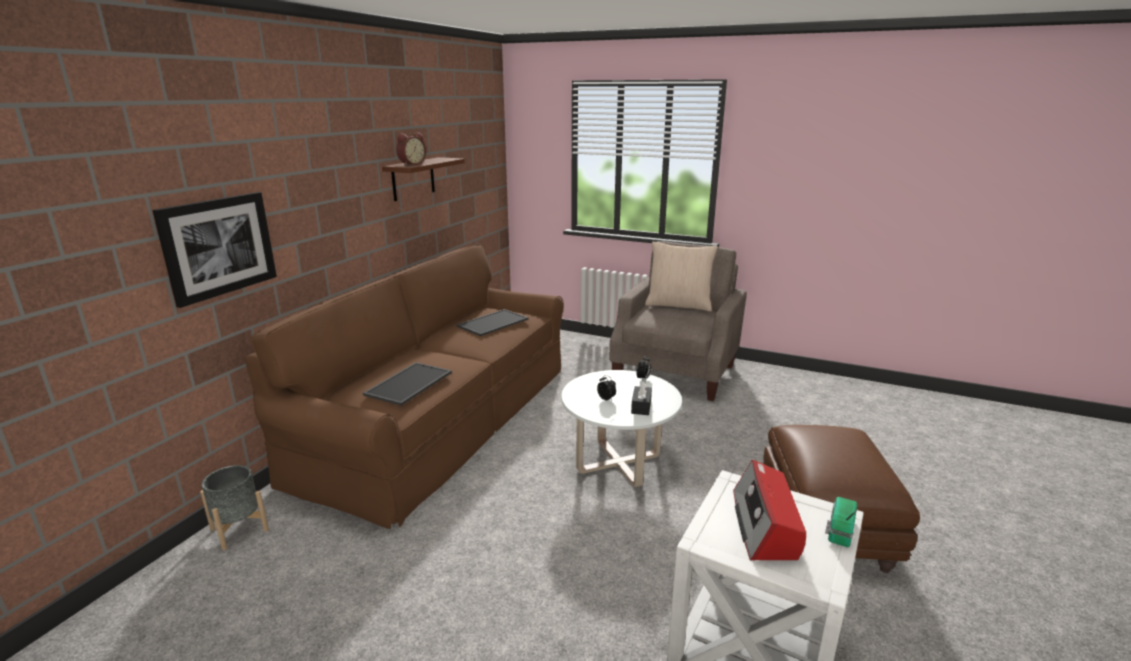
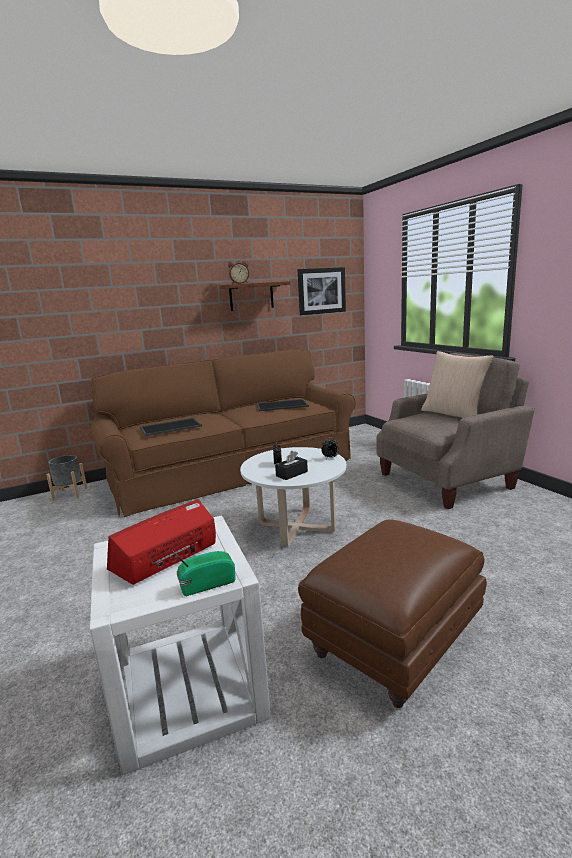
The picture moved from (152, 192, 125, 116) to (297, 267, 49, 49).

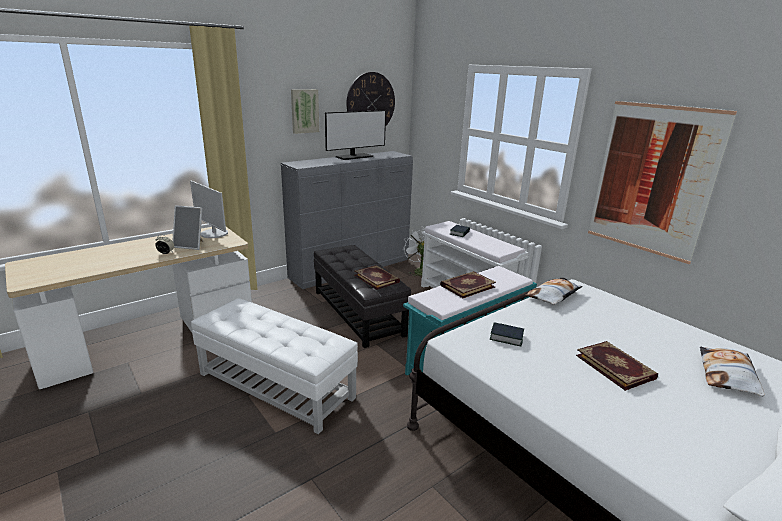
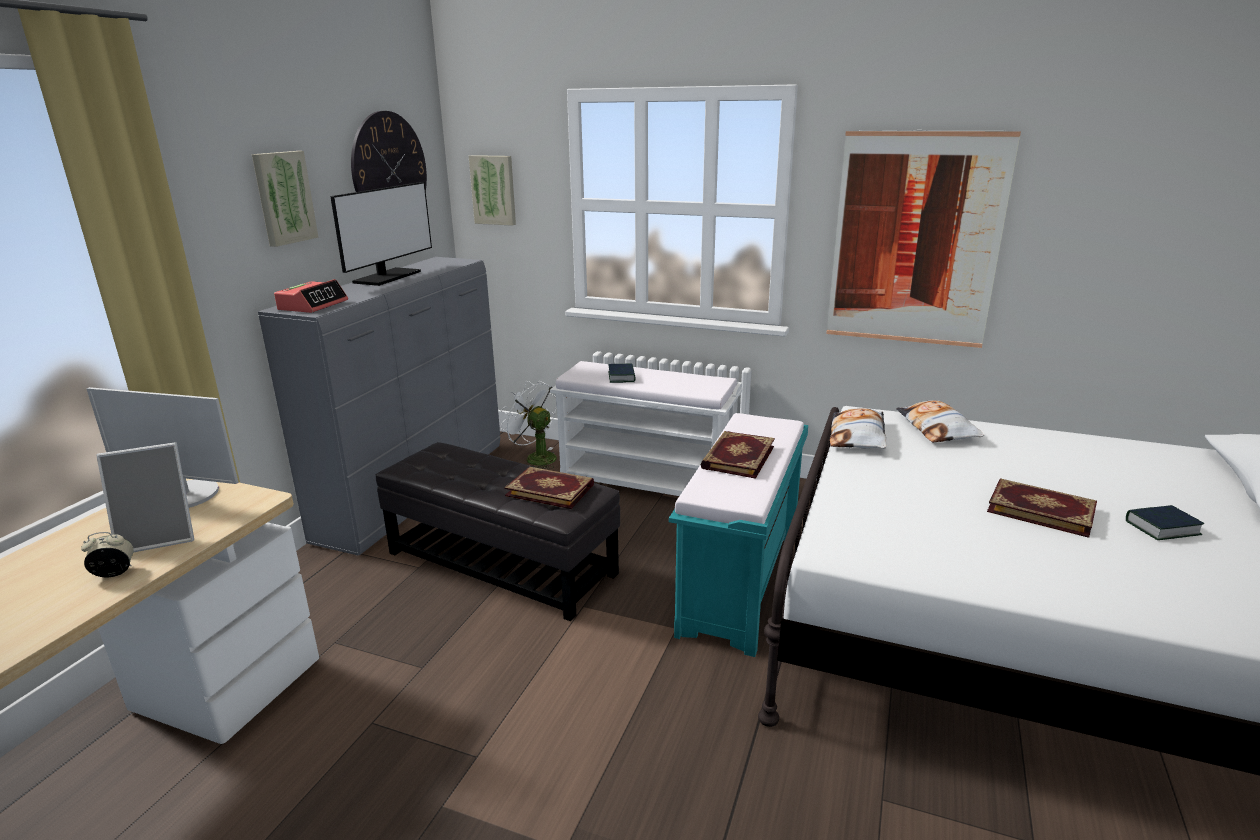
The white ottoman at (191, 298, 167, 136) disappeared.
The alarm clock at (274, 279, 74, 34) appeared.
The picture at (469, 155, 47, 71) appeared.
The book moved from (490, 322, 34, 24) to (1126, 505, 78, 35).
The pillow moved from (700, 347, 65, 49) to (896, 400, 88, 42).

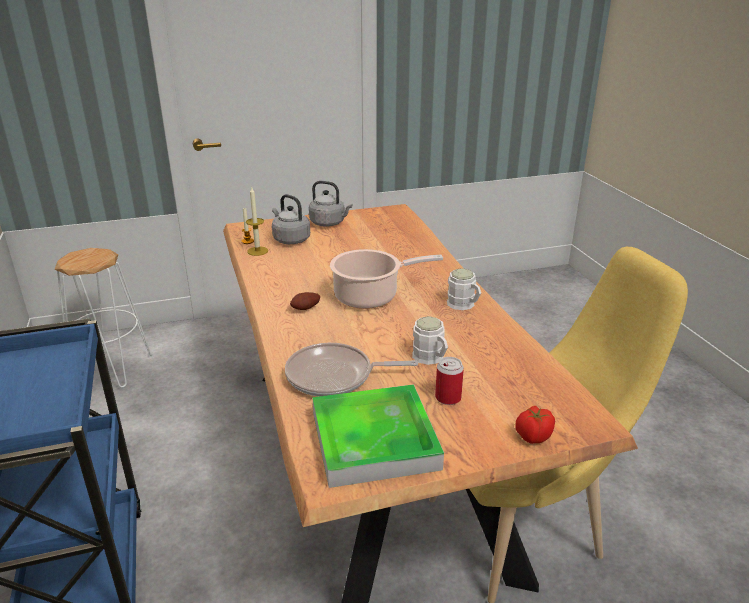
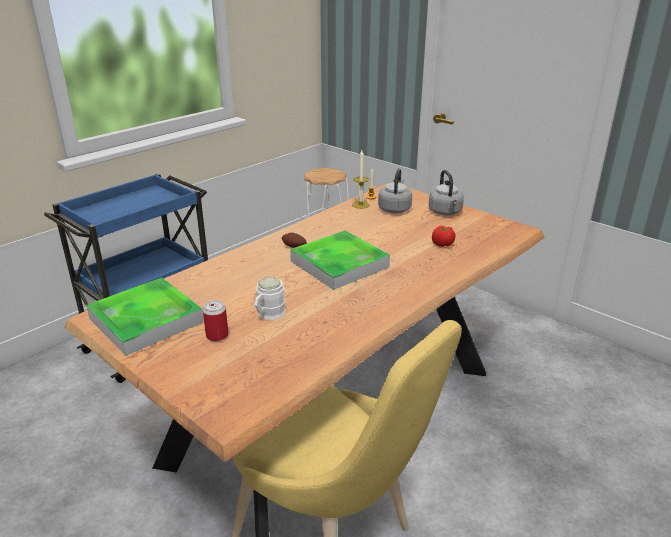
The frying pan at (285, 343, 133, 54) disappeared.
The white mug at (447, 268, 34, 42) disappeared.
The tomato moved from (516, 406, 39, 38) to (432, 226, 24, 21).
The cooking pot at (330, 249, 113, 60) was replaced by the tray at (290, 231, 100, 59).

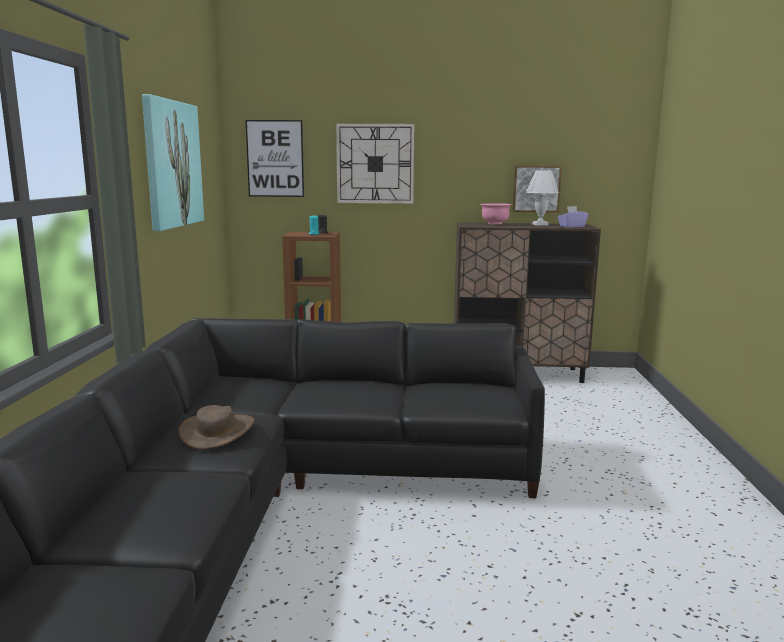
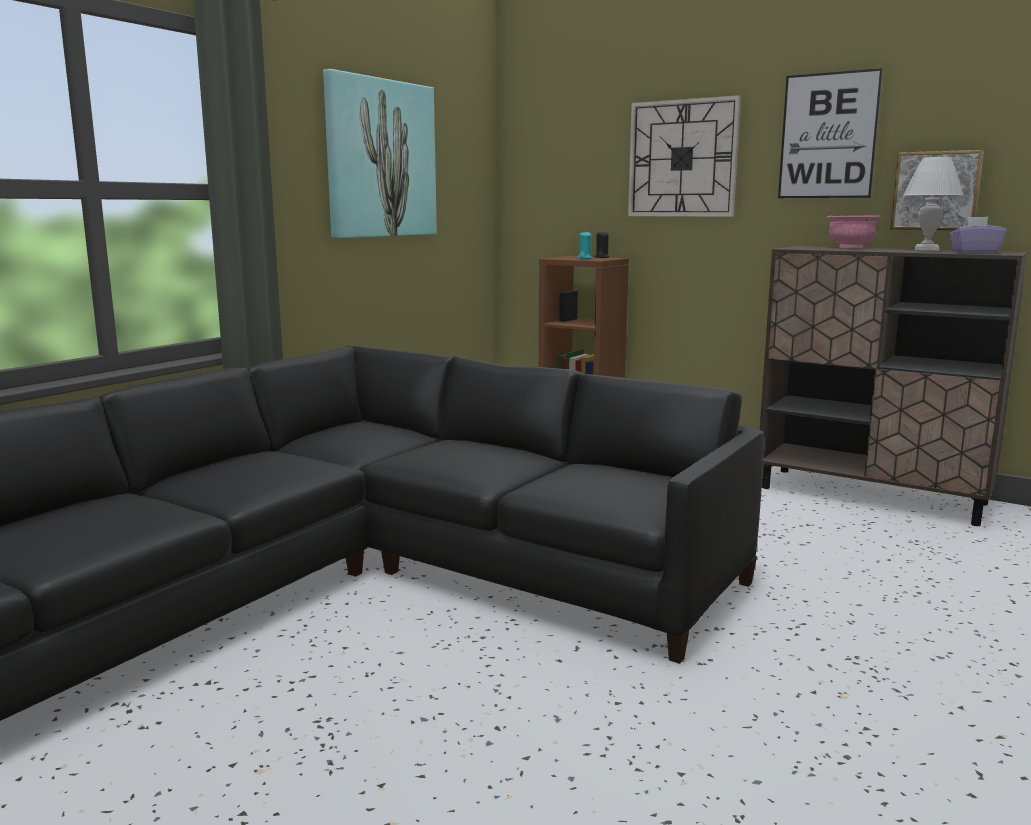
The brown hat at (178, 405, 77, 45) disappeared.
The picture moved from (246, 120, 58, 77) to (778, 68, 105, 130).

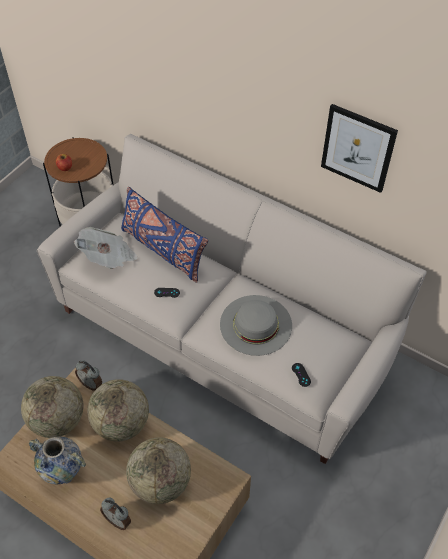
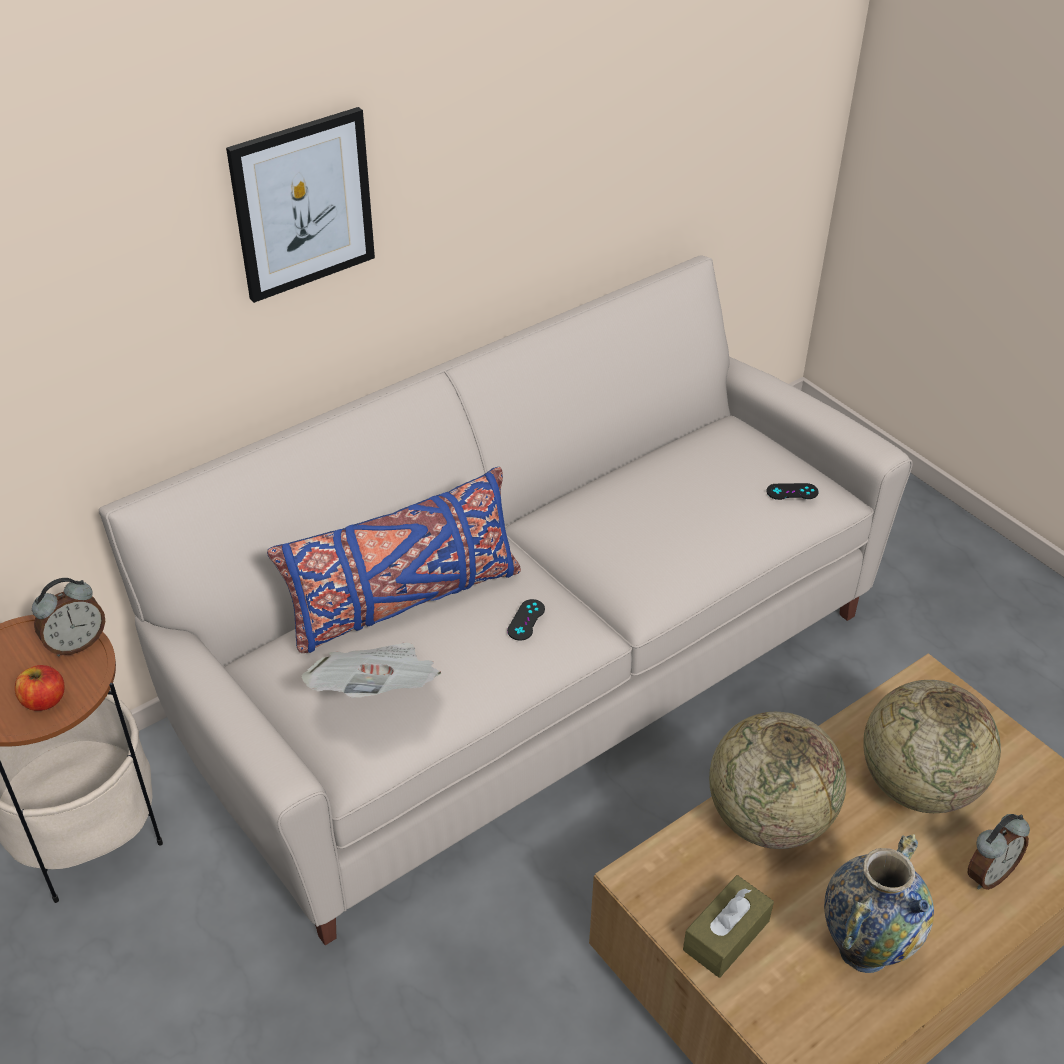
The grey hat at (220, 295, 72, 61) disappeared.
The alarm clock moved from (75, 360, 27, 31) to (32, 578, 73, 79).
The picture moved from (321, 104, 77, 89) to (226, 107, 149, 196).
The globe at (21, 376, 63, 62) was replaced by the brown tissue box at (683, 875, 91, 103).

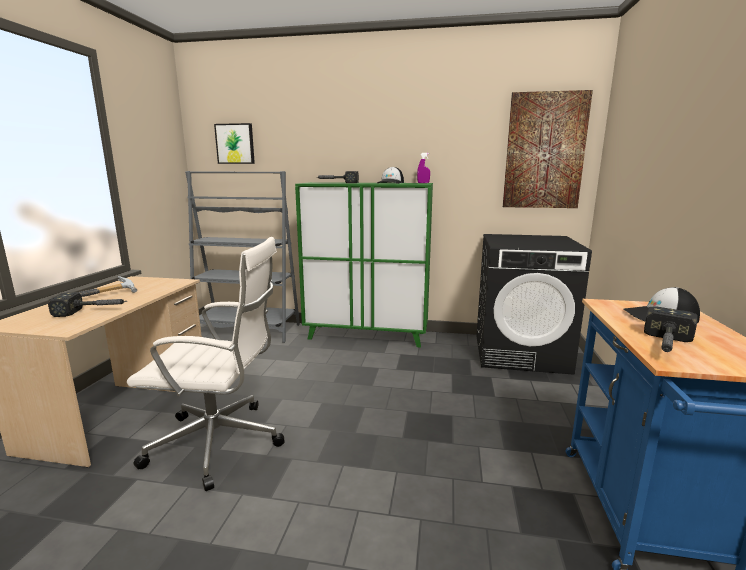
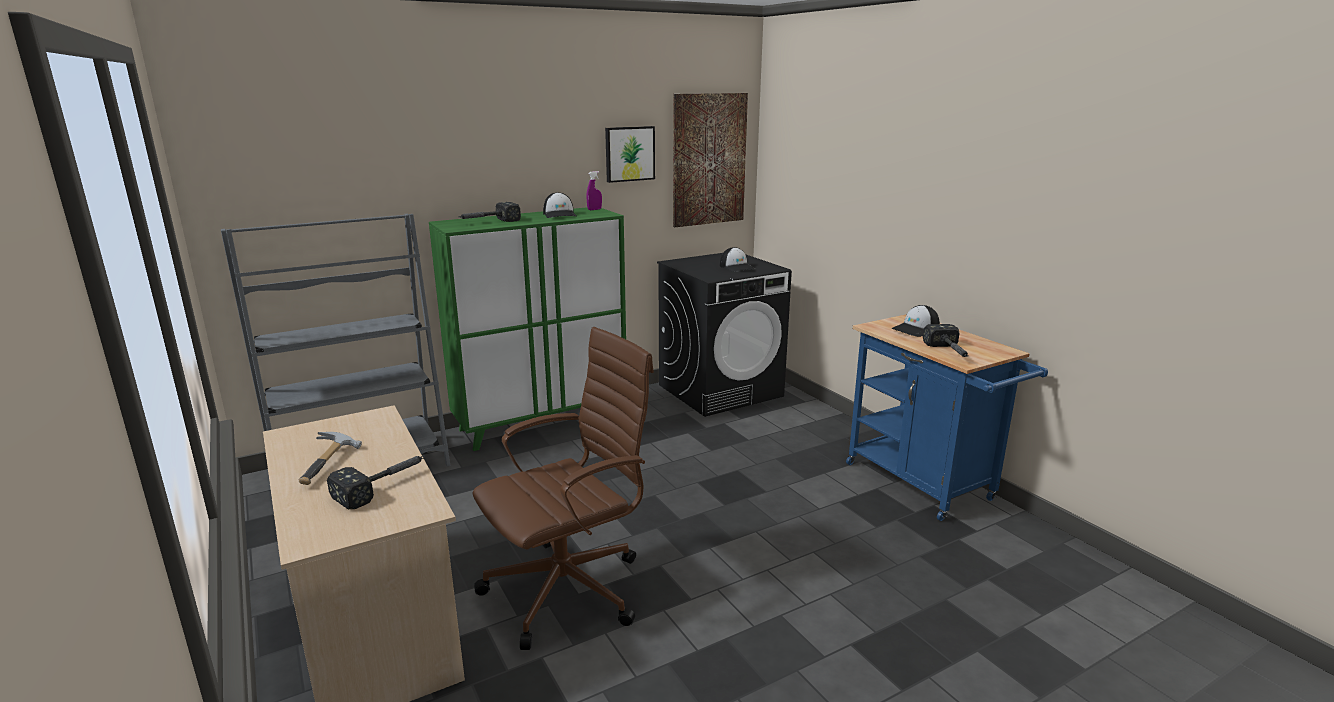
The cap at (720, 247, 35, 25) appeared.
The picture moved from (214, 123, 41, 41) to (605, 126, 50, 57).
The white office chair at (127, 237, 158, 254) became the brown office chair at (473, 327, 181, 323).

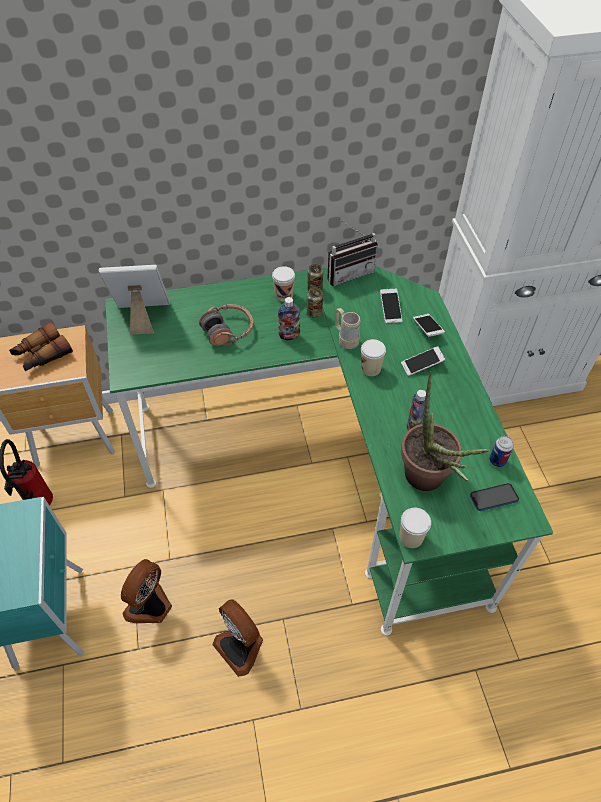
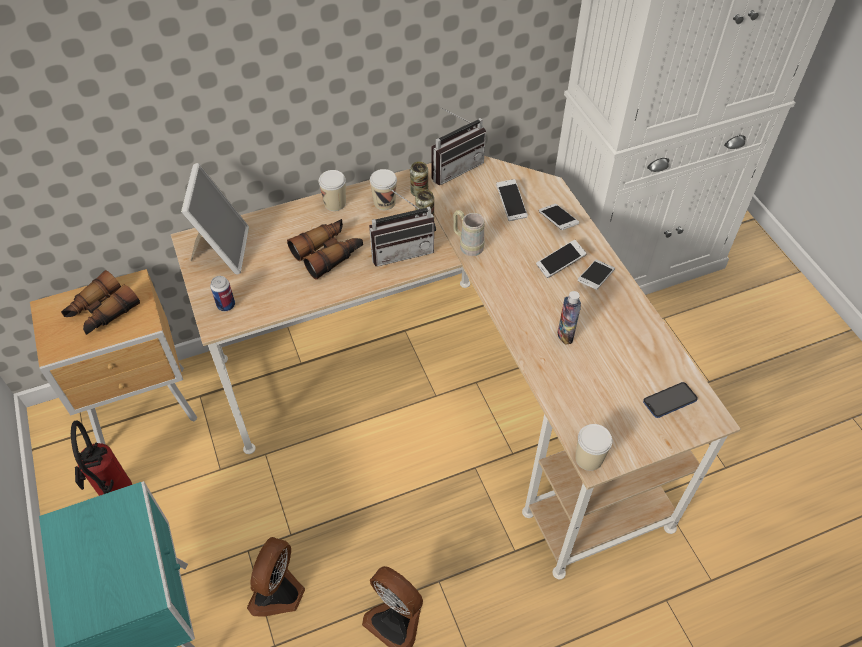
The potted plant at (401, 371, 90, 120) disappeared.
The phone at (577, 259, 38, 31) appeared.
The cup moved from (361, 339, 25, 37) to (319, 170, 27, 41).
The can moved from (489, 436, 25, 31) to (210, 276, 25, 36).
The headphones at (199, 304, 54, 42) was replaced by the binoculars at (287, 219, 76, 61).
The bottle at (278, 297, 22, 43) was replaced by the radio at (369, 187, 67, 80).
The green desk at (105, 266, 448, 370) became the beige desk at (171, 156, 570, 423).
The picture frame at (99, 265, 71, 70) turned 105 degrees clockwise.

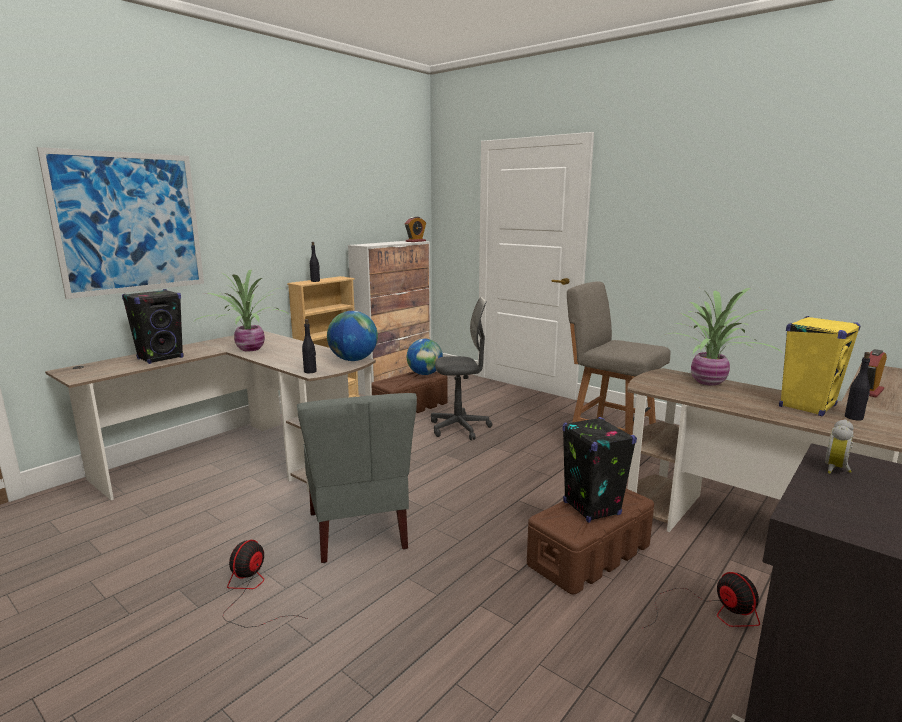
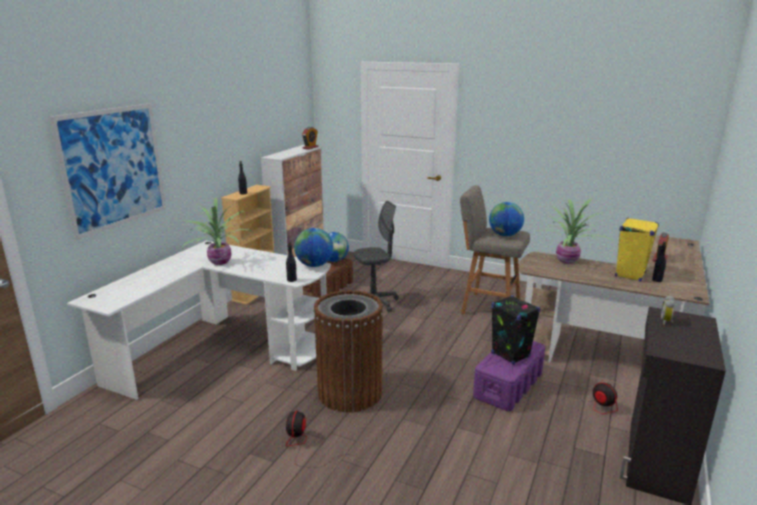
The black speaker at (122, 289, 62, 75) disappeared.
The globe at (489, 202, 35, 34) appeared.
The grey chair at (297, 393, 120, 170) was replaced by the brown trash can at (314, 290, 69, 122).
The brown desk at (45, 331, 331, 169) became the white desk at (67, 241, 264, 159).
The brown storage box at (527, 489, 127, 105) became the purple storage box at (473, 341, 72, 70).

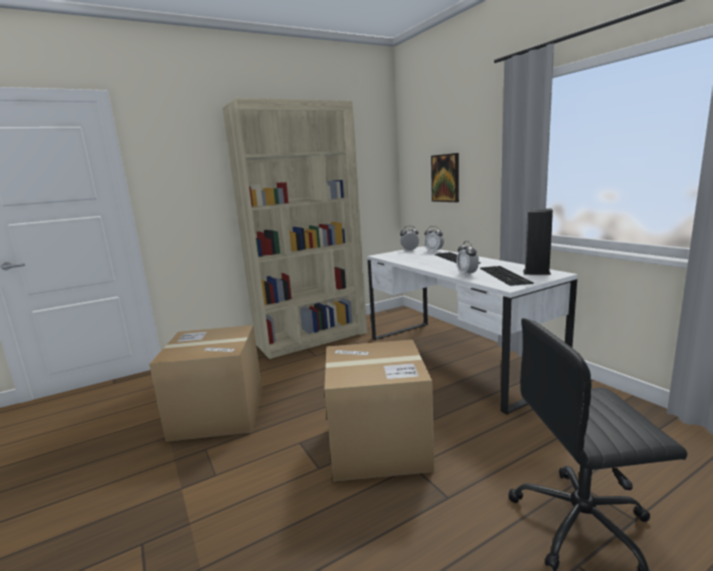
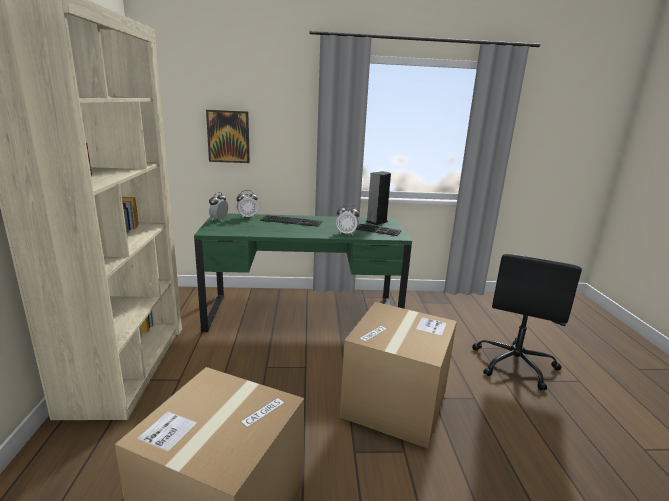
The white desk at (367, 246, 211, 169) became the green desk at (194, 213, 218, 119).

